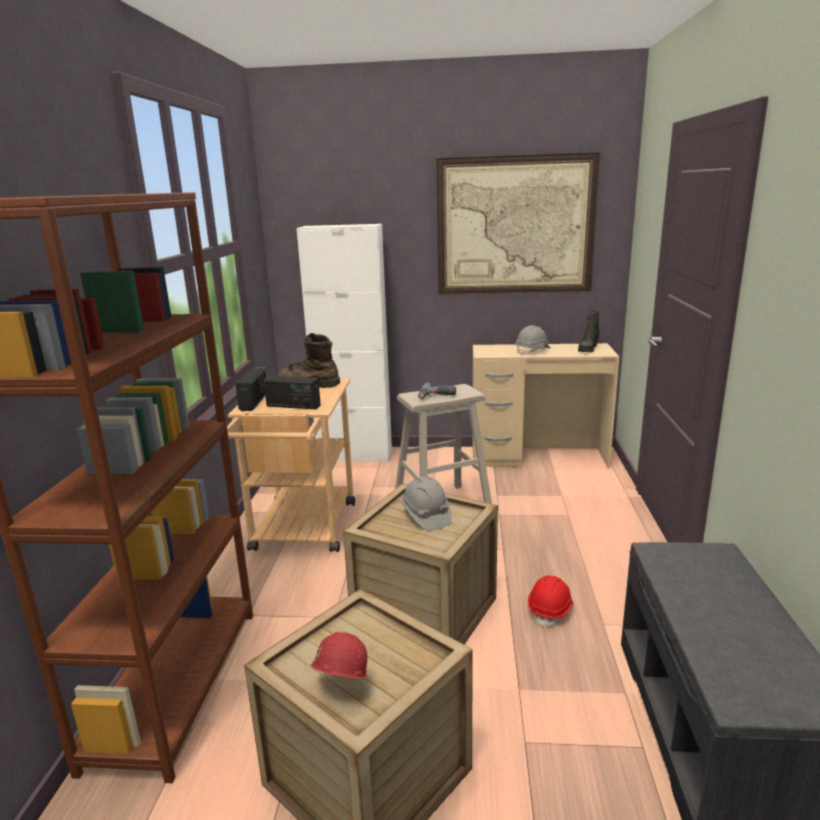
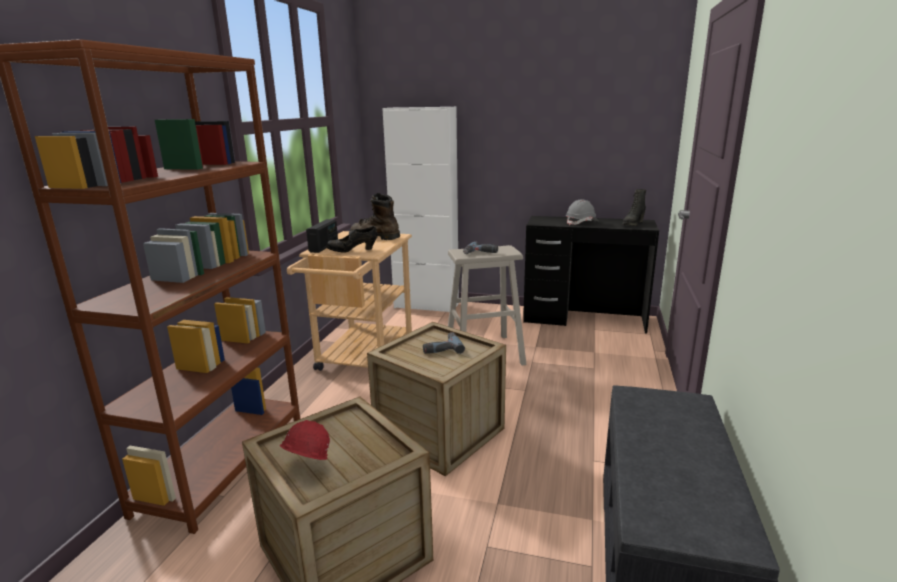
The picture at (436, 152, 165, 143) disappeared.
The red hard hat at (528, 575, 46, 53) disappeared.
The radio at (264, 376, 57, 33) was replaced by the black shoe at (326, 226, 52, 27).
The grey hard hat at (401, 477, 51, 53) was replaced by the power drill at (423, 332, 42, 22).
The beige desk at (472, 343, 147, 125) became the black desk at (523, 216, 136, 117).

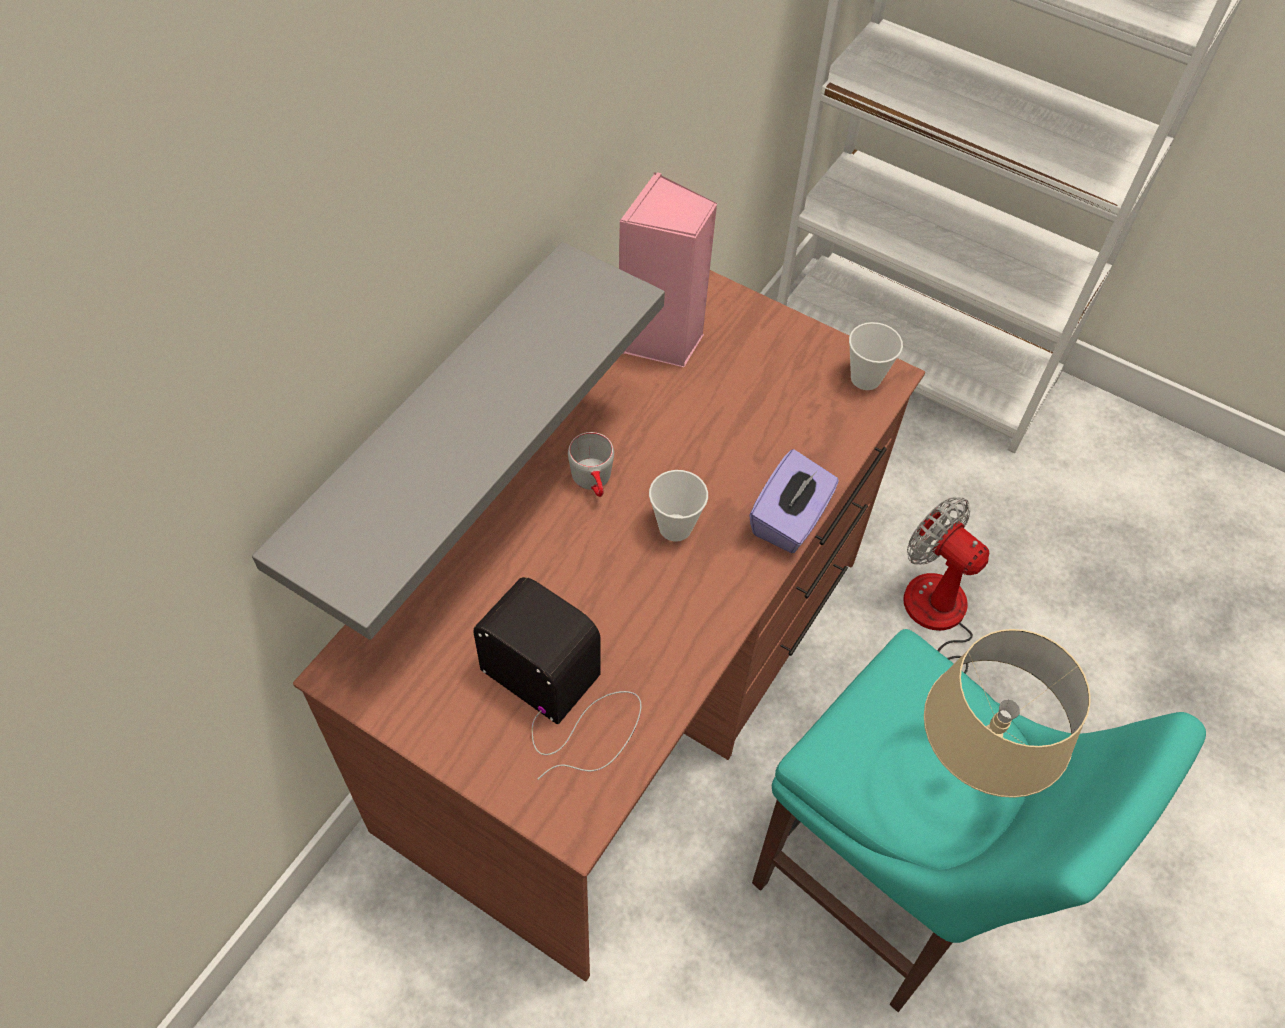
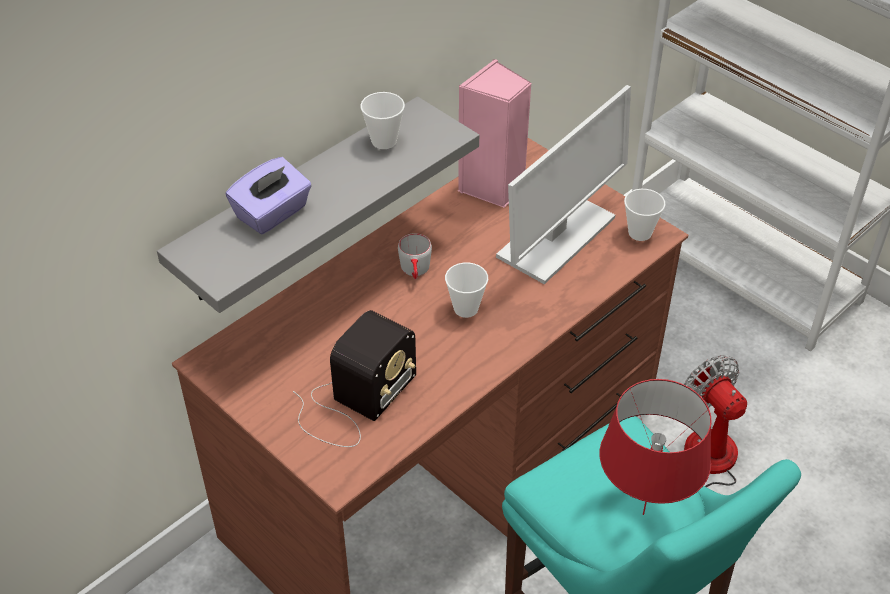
The cup at (360, 92, 45, 57) appeared.
The monitor at (496, 85, 135, 199) appeared.
The purple tissue box moved from (749, 449, 90, 104) to (226, 157, 86, 77).
The beige table lamp at (924, 629, 166, 169) became the red table lamp at (600, 379, 112, 136).
The radio at (473, 577, 168, 203) turned 75 degrees clockwise.

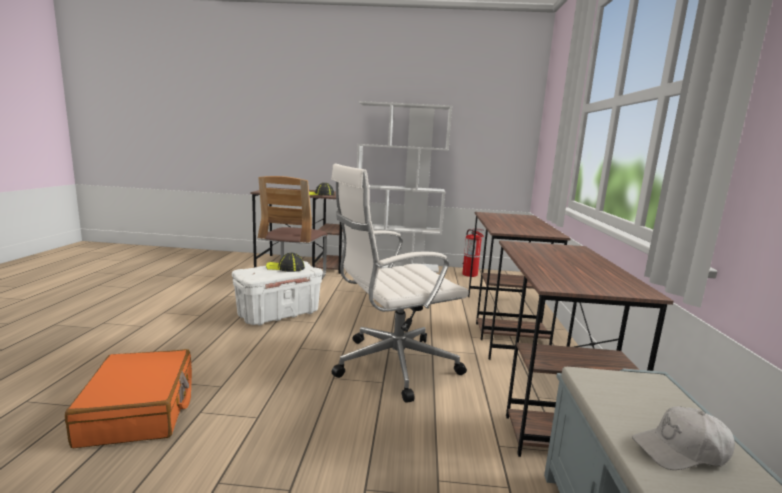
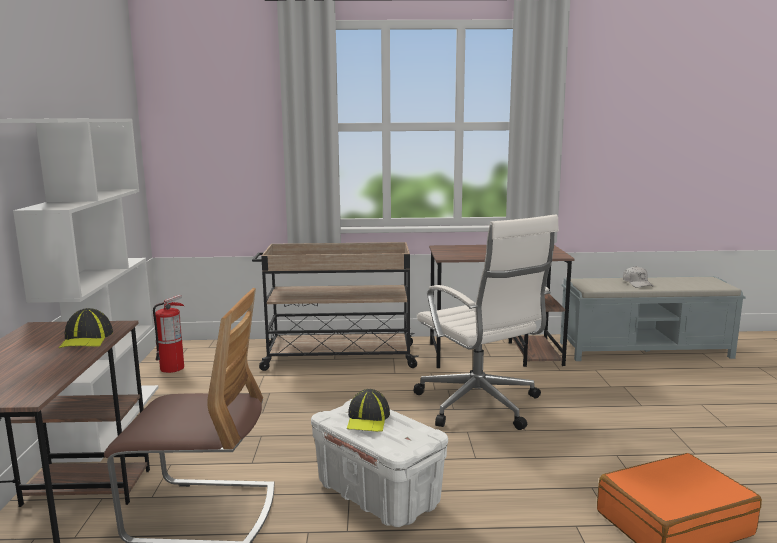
The brown desk at (468, 212, 103, 133) was replaced by the beige cart at (252, 242, 167, 129).

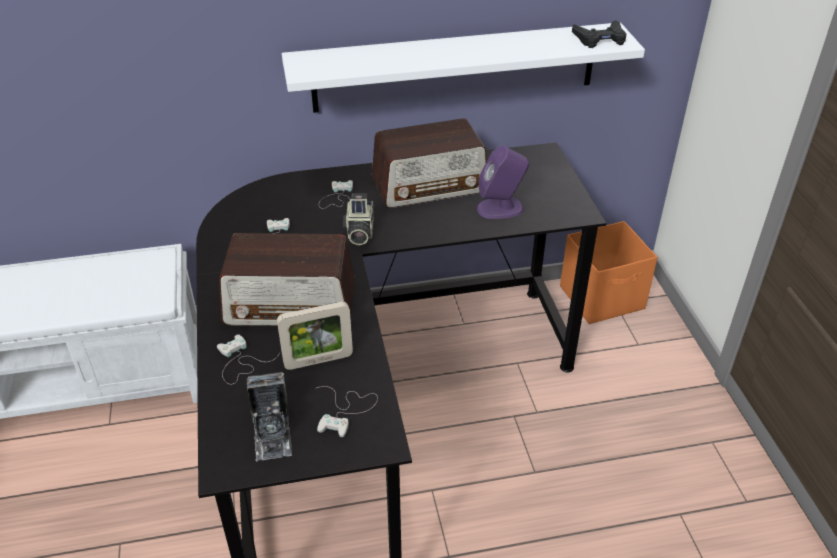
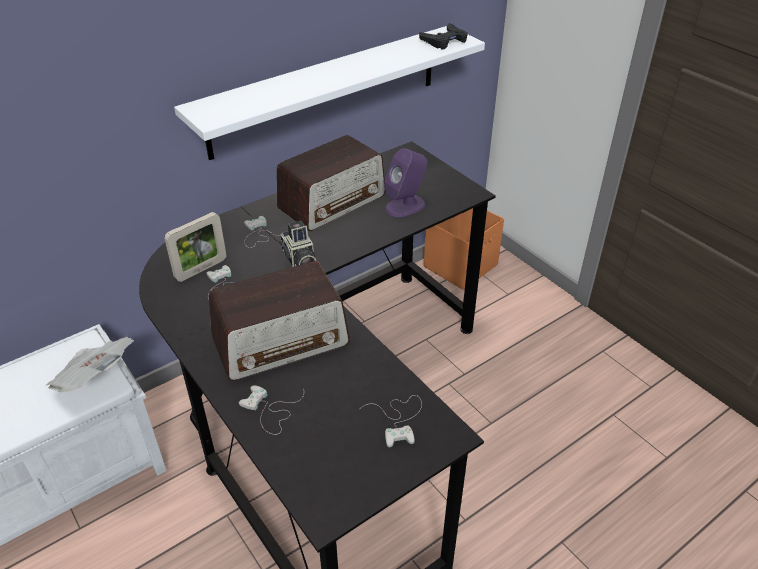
The photo camera at (247, 372, 45, 90) disappeared.
The newspaper at (46, 336, 88, 56) appeared.
The picture frame moved from (277, 301, 76, 69) to (164, 212, 62, 70).

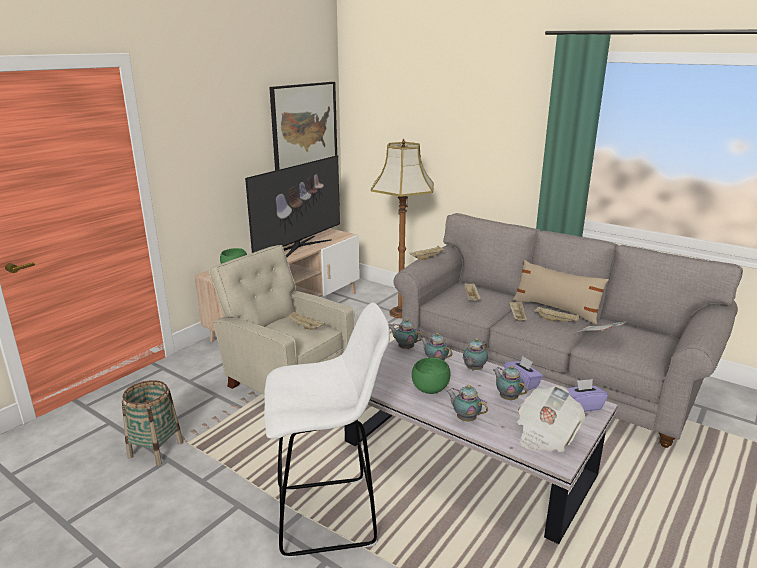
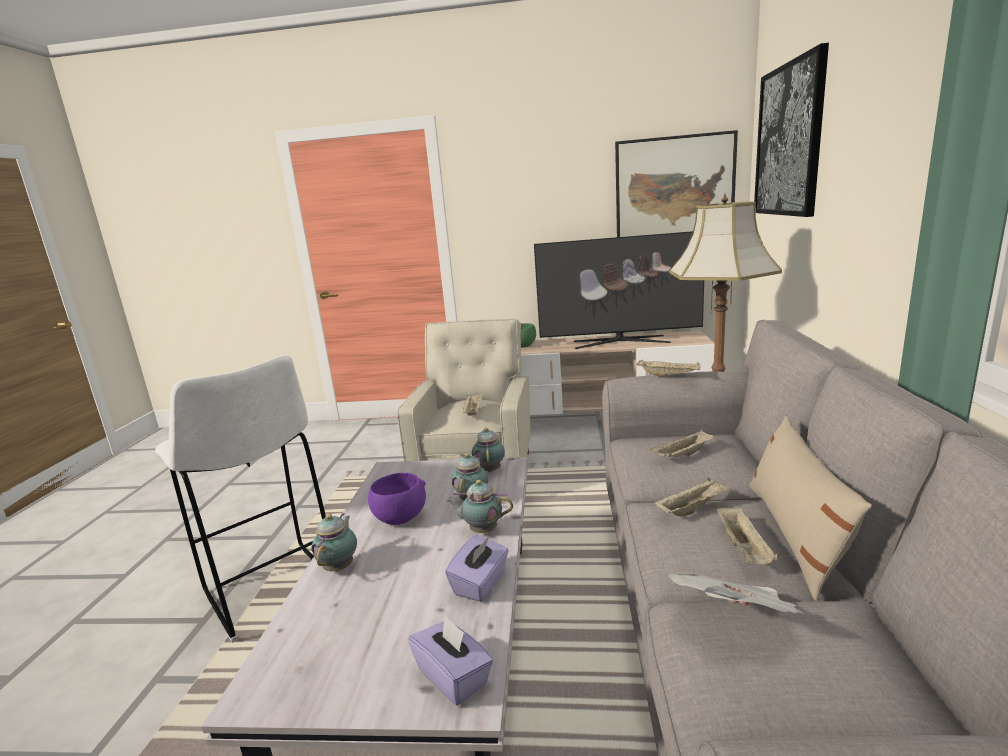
The basket at (122, 380, 61, 86) disappeared.
The teapot at (493, 366, 34, 34) disappeared.
The newspaper at (517, 386, 68, 66) disappeared.
The picture at (754, 43, 75, 174) appeared.
The green bowl at (412, 358, 38, 36) became the purple bowl at (368, 473, 58, 52).

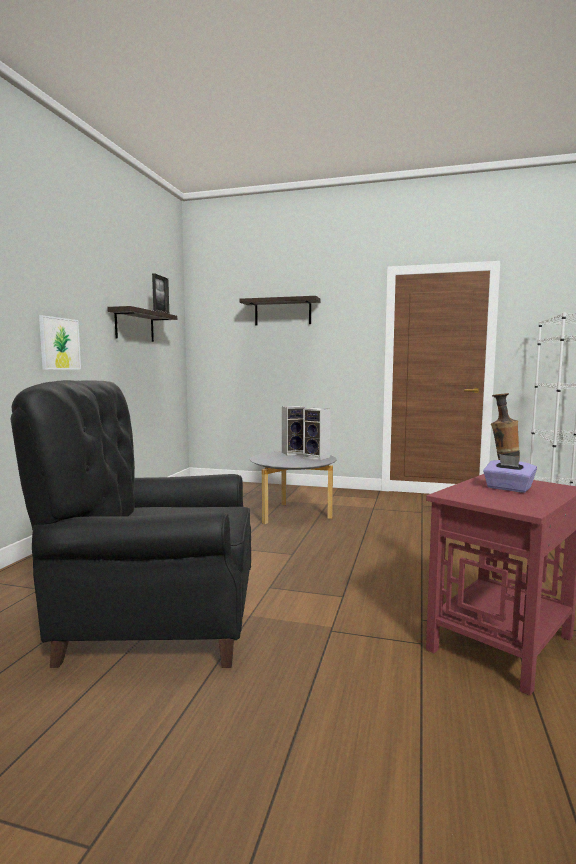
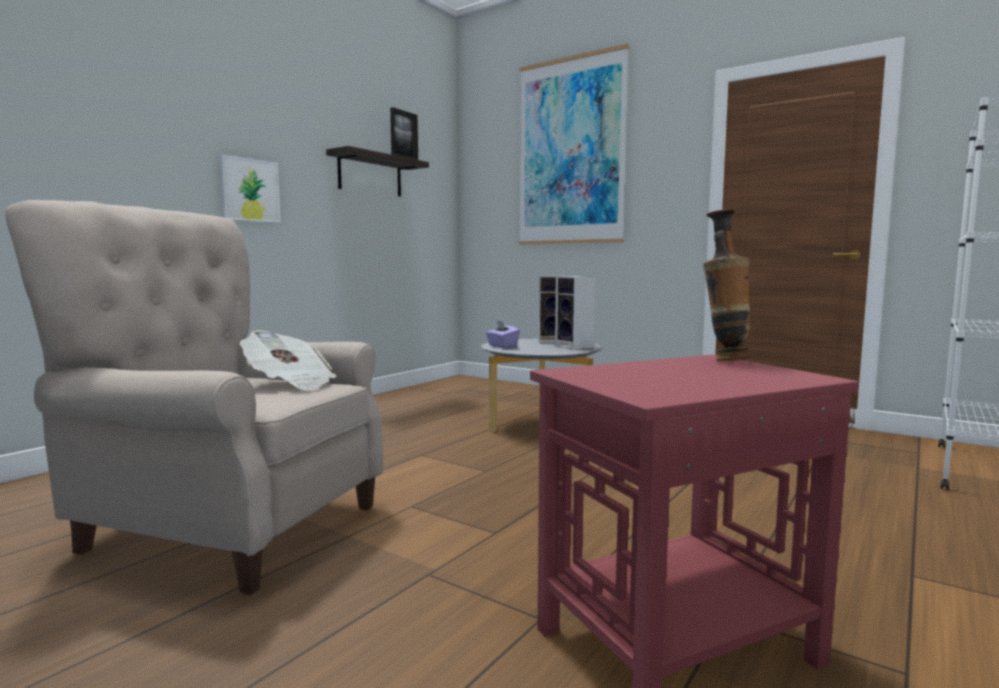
The newspaper at (240, 330, 96, 61) appeared.
The purple tissue box moved from (483, 454, 54, 39) to (486, 320, 34, 28).
The shelf at (240, 296, 80, 29) was replaced by the picture at (519, 44, 110, 201).
The black armchair at (10, 380, 241, 288) became the beige armchair at (5, 200, 378, 395).

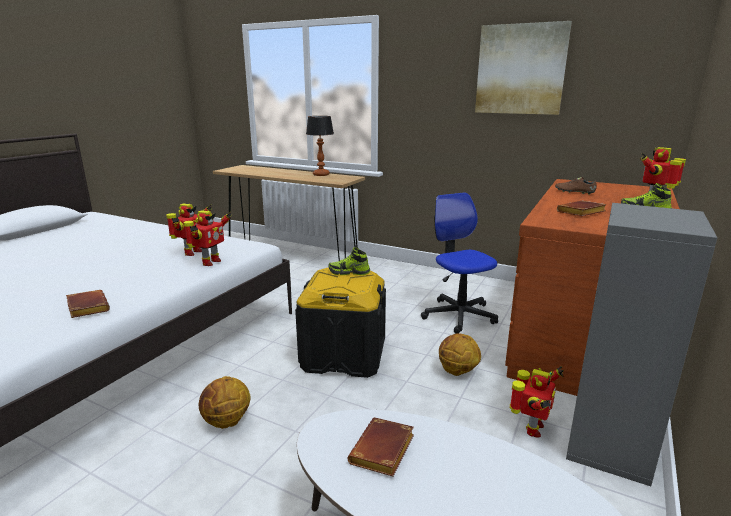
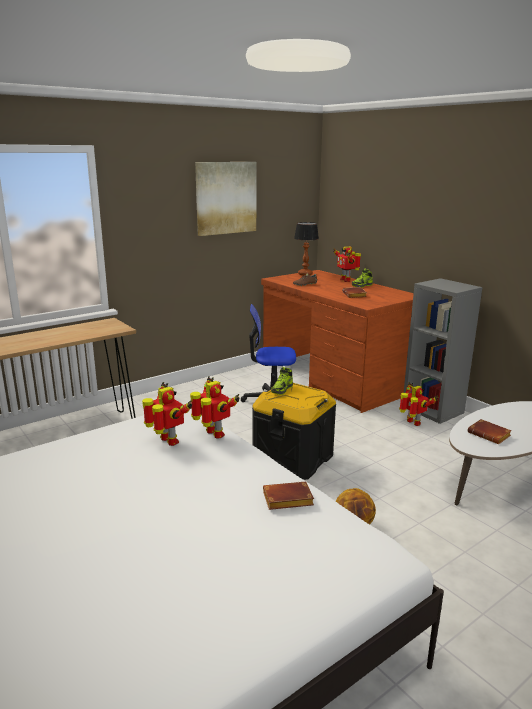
The basketball at (439, 333, 42, 43) disappeared.
The table lamp moved from (306, 116, 28, 60) to (294, 222, 25, 53).

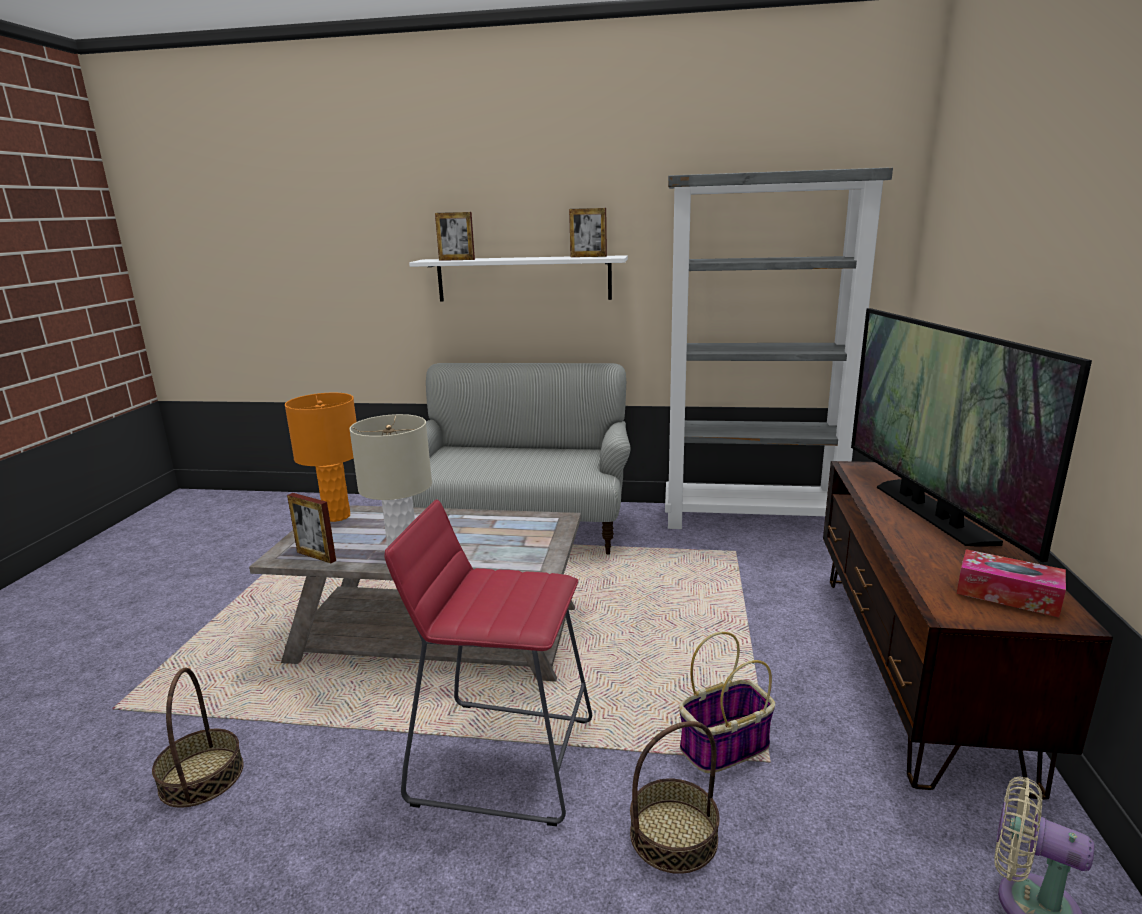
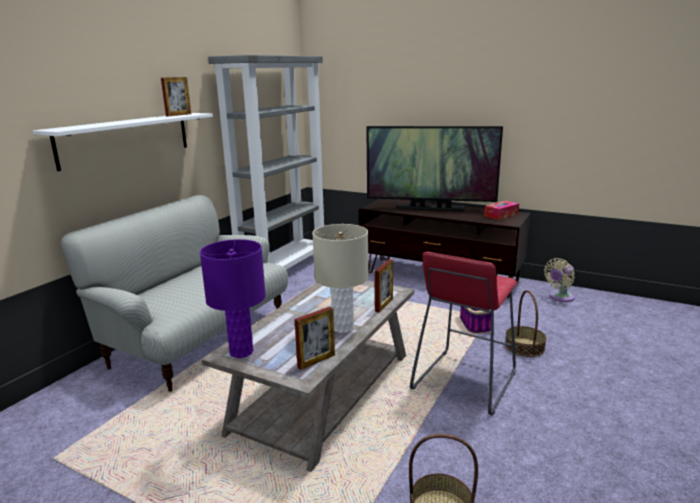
The picture frame moved from (435, 212, 40, 49) to (375, 259, 18, 53).
The orange table lamp at (285, 393, 72, 129) became the purple table lamp at (200, 239, 66, 119).

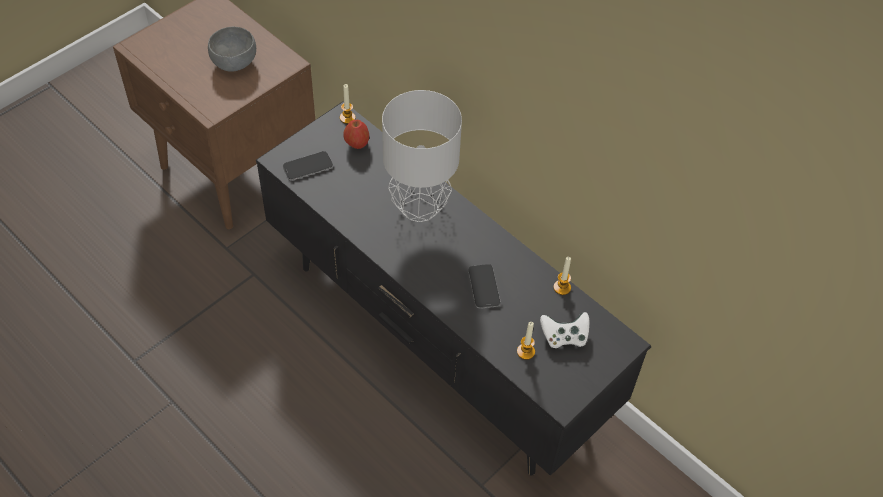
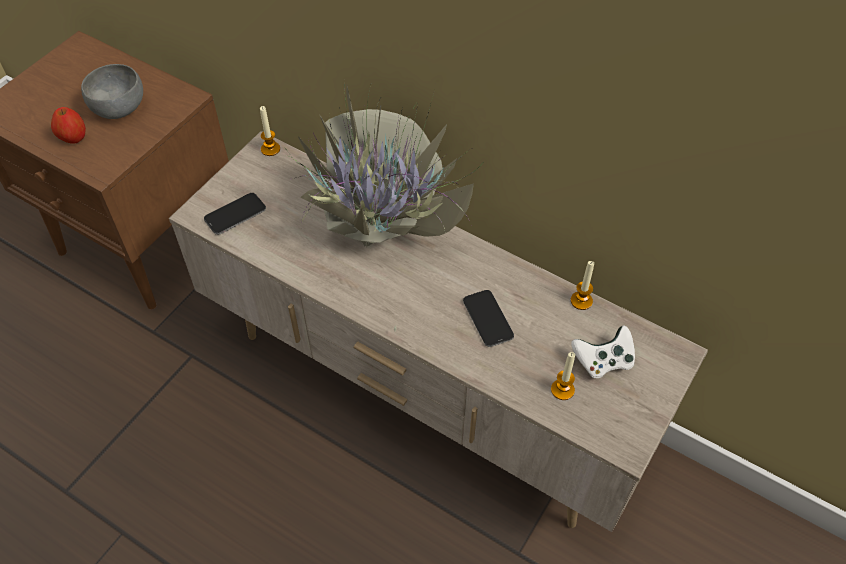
The apple moved from (343, 120, 26, 29) to (51, 107, 35, 37).
The grey table lamp at (382, 90, 80, 132) was replaced by the potted plant at (274, 82, 209, 249).
The black tv stand at (256, 101, 395, 375) became the beige tv stand at (169, 131, 539, 401).

